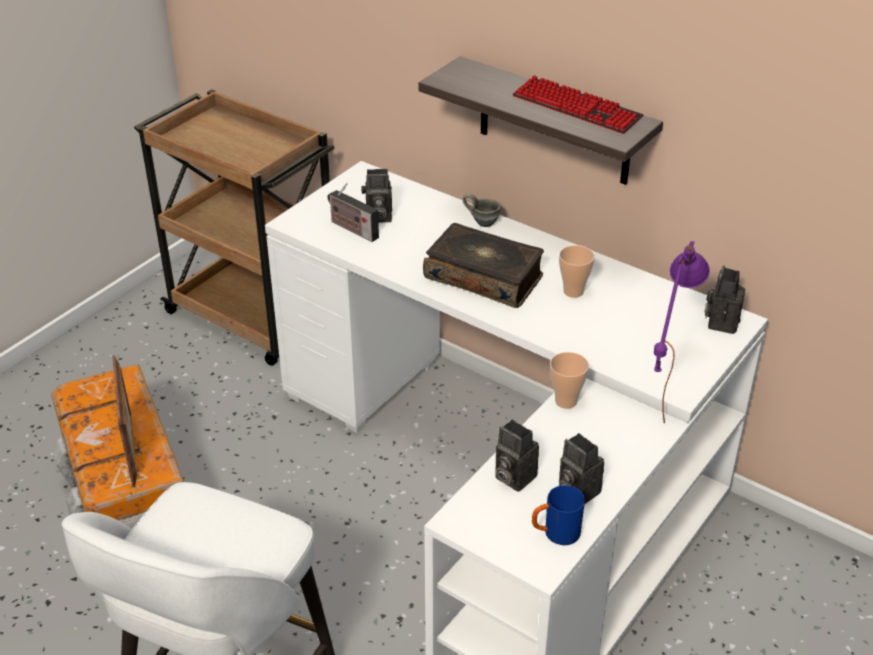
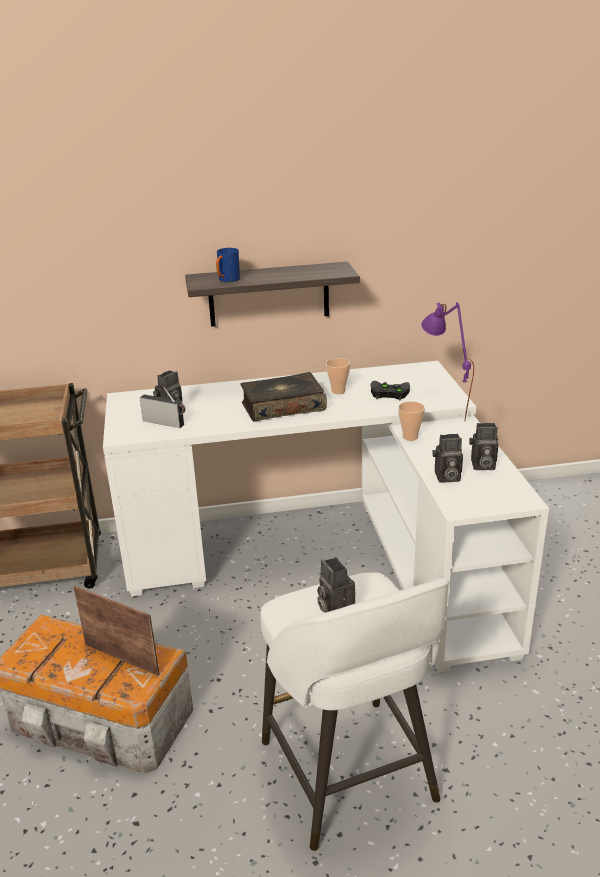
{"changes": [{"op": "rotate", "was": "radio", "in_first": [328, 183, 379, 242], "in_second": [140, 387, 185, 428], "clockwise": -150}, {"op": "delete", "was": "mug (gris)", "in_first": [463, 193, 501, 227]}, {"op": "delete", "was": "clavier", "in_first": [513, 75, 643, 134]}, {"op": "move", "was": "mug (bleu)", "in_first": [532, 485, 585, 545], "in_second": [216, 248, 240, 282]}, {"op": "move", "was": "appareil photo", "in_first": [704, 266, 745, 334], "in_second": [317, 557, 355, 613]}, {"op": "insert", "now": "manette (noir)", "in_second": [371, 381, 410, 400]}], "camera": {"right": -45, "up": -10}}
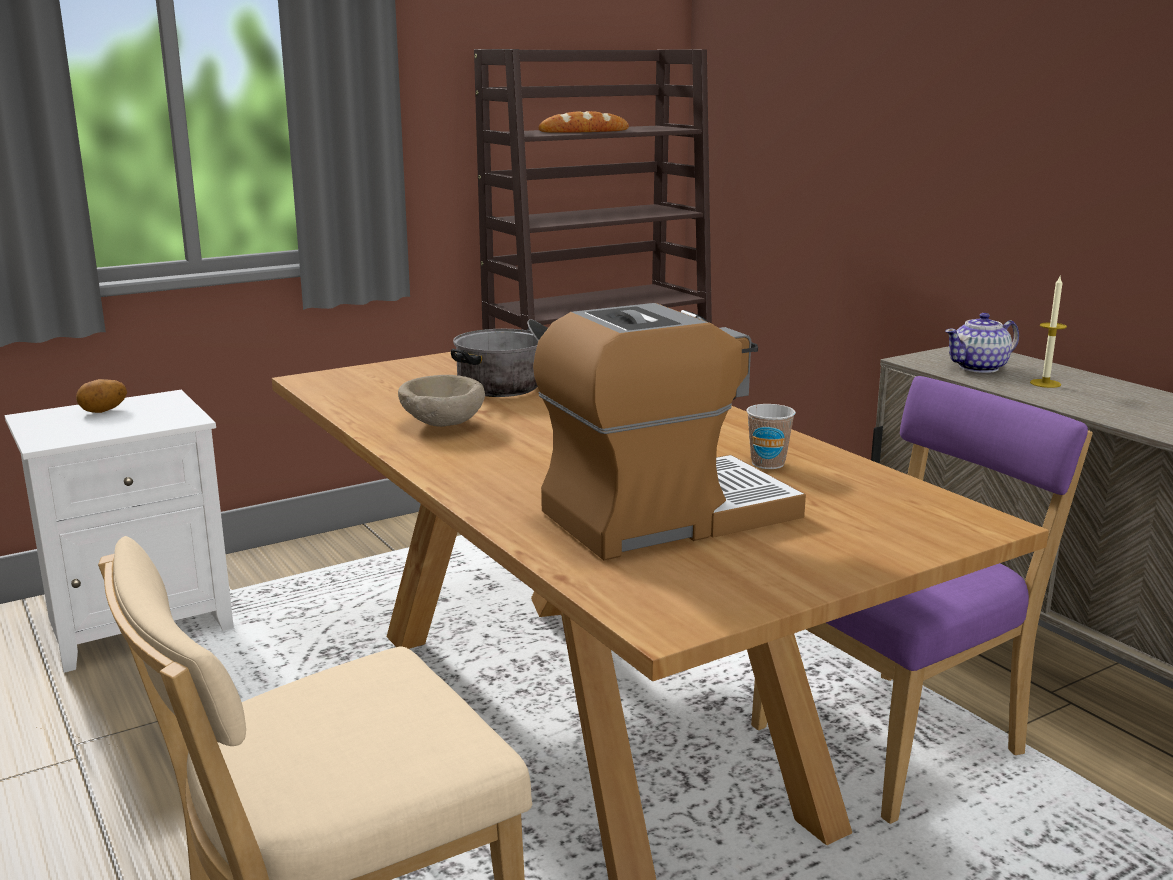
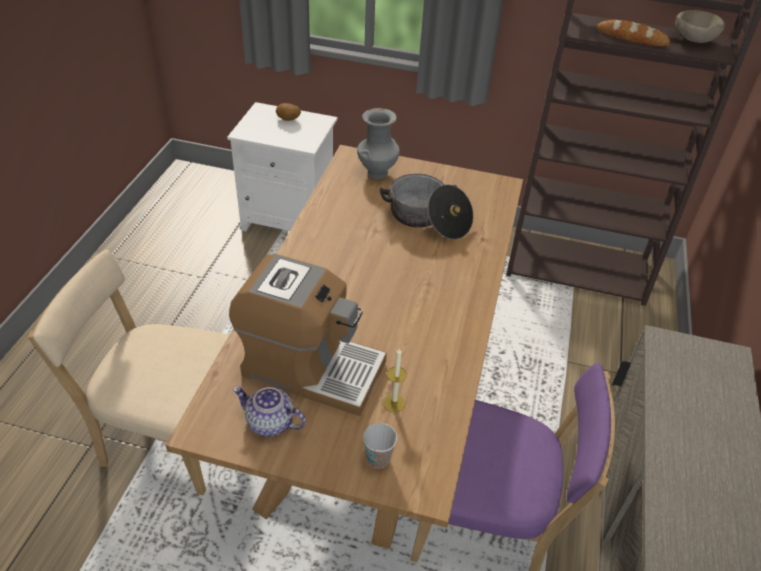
{"changes": [{"op": "move", "was": "bol (beige)", "in_first": [398, 375, 485, 427], "in_second": [675, 10, 725, 43]}, {"op": "move", "was": "tasse", "in_first": [746, 404, 796, 469], "in_second": [363, 423, 397, 469]}, {"op": "move", "was": "théière", "in_first": [945, 313, 1019, 373], "in_second": [232, 386, 306, 437]}, {"op": "move", "was": "bougie", "in_first": [1030, 276, 1067, 388], "in_second": [383, 348, 407, 412]}, {"op": "insert", "now": "vase (gris)", "in_second": [357, 108, 400, 179]}], "camera": {"right": 45, "up": 25}}
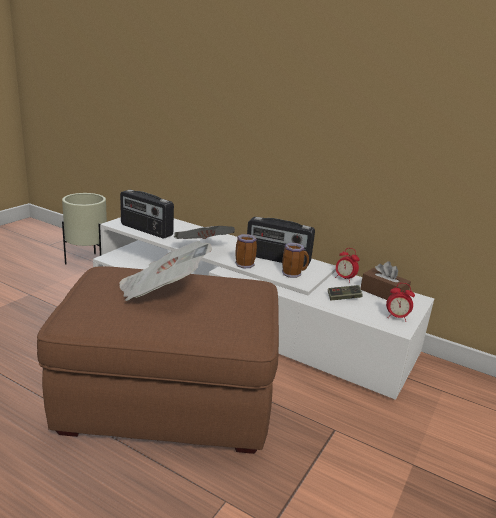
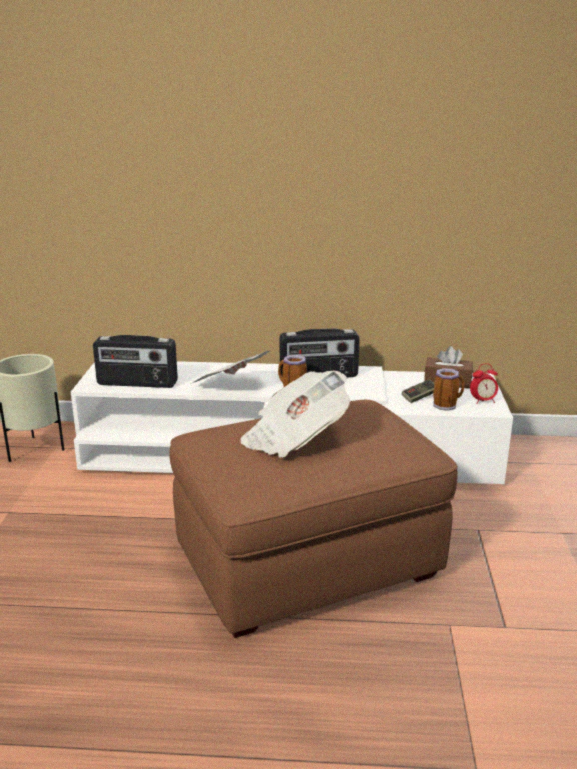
{"changes": [{"op": "move", "was": "mug", "in_first": [282, 243, 309, 278], "in_second": [433, 368, 464, 411]}, {"op": "delete", "was": "réveil", "in_first": [335, 248, 360, 283]}], "camera": {"right": -25, "up": 0}}
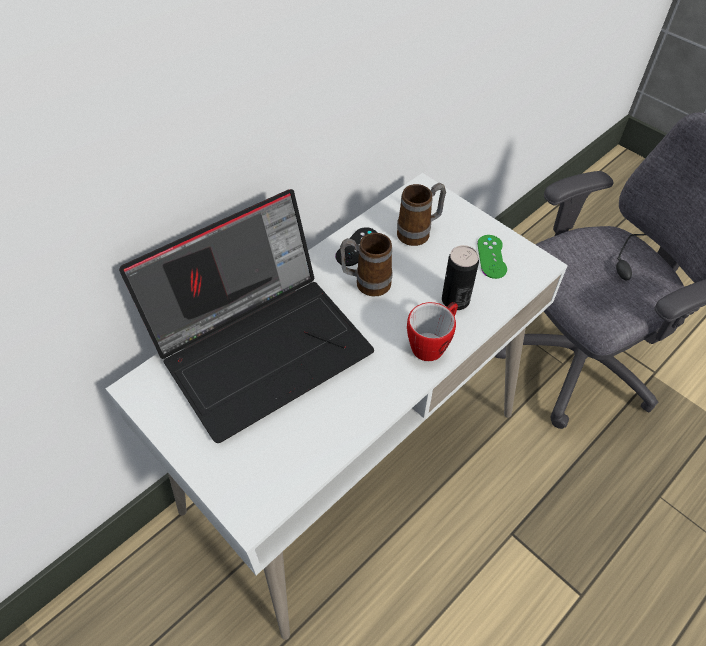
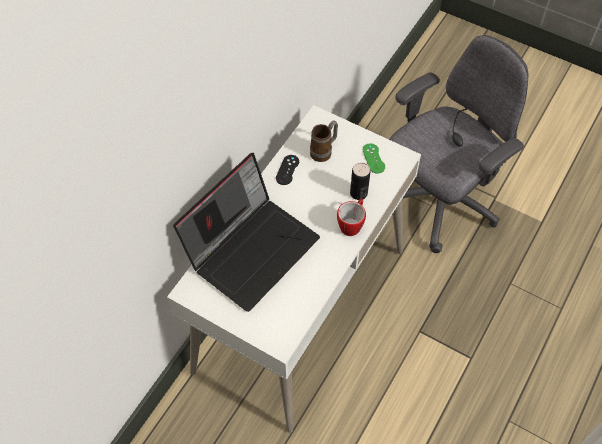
{"changes": [{"op": "delete", "was": "mug", "in_first": [340, 233, 392, 296]}], "camera": {"right": -15, "up": 5}}
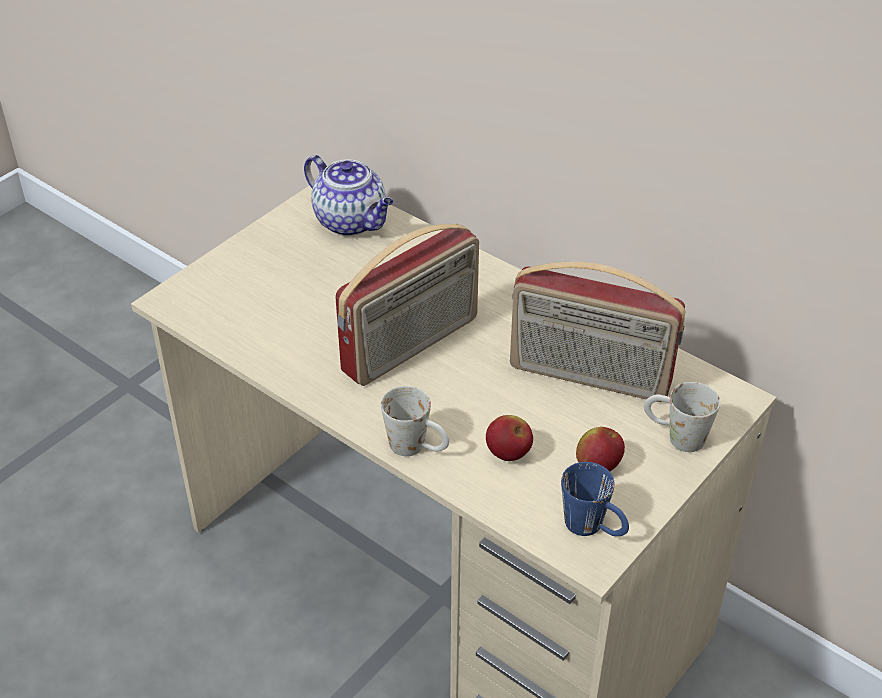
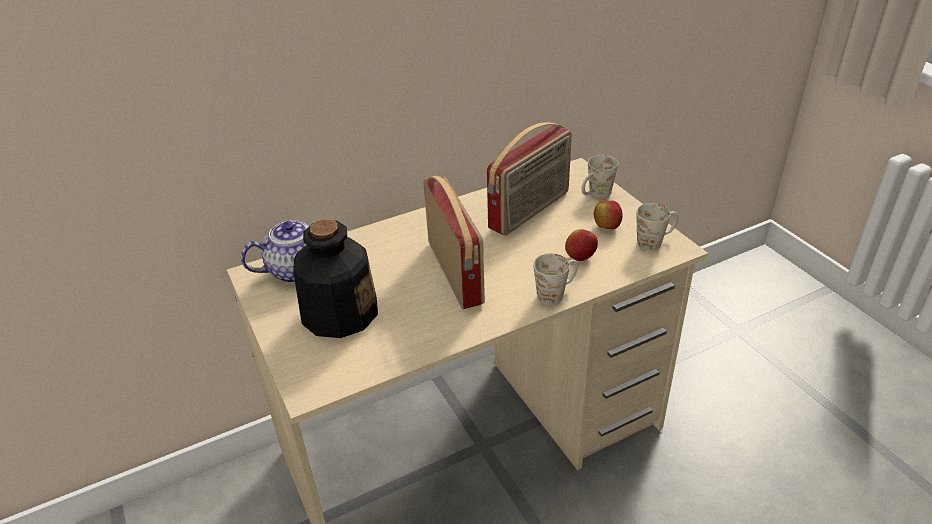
{"changes": [{"op": "recolor", "was": "mug (bleu)", "now": "mug (blanc)", "in_first": [561, 462, 629, 536], "in_second": [636, 203, 679, 251]}, {"op": "insert", "now": "bouteille", "in_second": [293, 219, 378, 338]}], "camera": {"right": -65, "up": -5}}
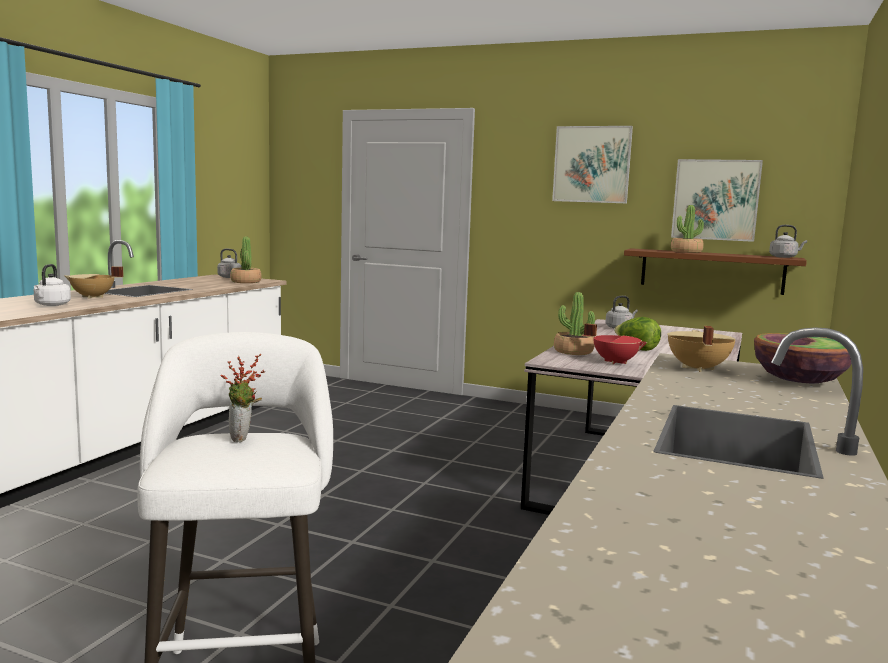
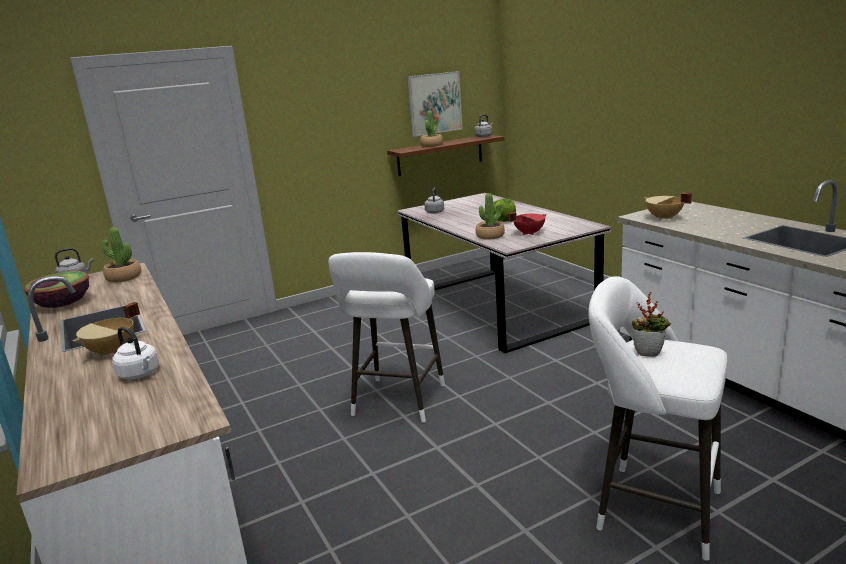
{"changes": [{"op": "delete", "was": "tableau", "in_first": [552, 126, 633, 204]}, {"op": "move", "was": "bol", "in_first": [754, 333, 851, 383], "in_second": [24, 271, 89, 308]}, {"op": "insert", "now": "tabouret (blanc)", "in_second": [329, 252, 445, 423]}], "camera": {"right": -50, "up": 10}}
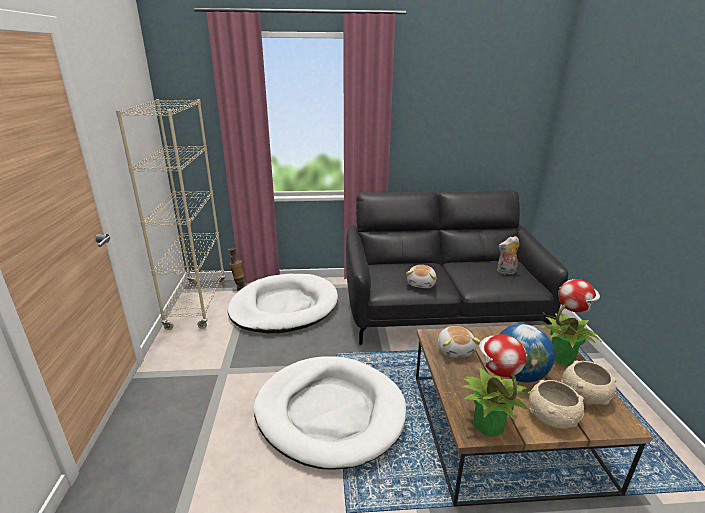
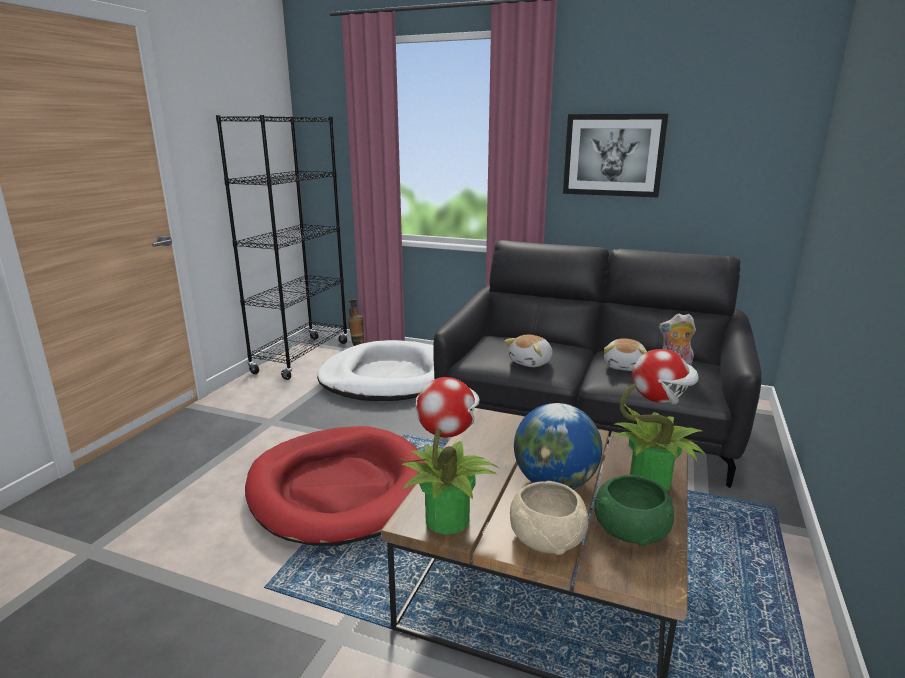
{"changes": [{"op": "recolor", "was": "bibliothèque (beige)", "now": "bibliothèque (noir)", "in_first": [116, 99, 226, 330], "in_second": [216, 115, 348, 380]}, {"op": "recolor", "was": "panier pour chien (blanc)", "now": "panier pour chien (rouge)", "in_first": [254, 357, 406, 470], "in_second": [245, 426, 427, 546]}, {"op": "move", "was": "peluche", "in_first": [438, 326, 481, 358], "in_second": [604, 338, 647, 371]}, {"op": "recolor", "was": "bol (beige)", "now": "bol (vert)", "in_first": [561, 360, 617, 405], "in_second": [594, 474, 674, 546]}, {"op": "insert", "now": "tableau", "in_second": [563, 114, 668, 197]}], "camera": {"right": 25, "up": -5}}
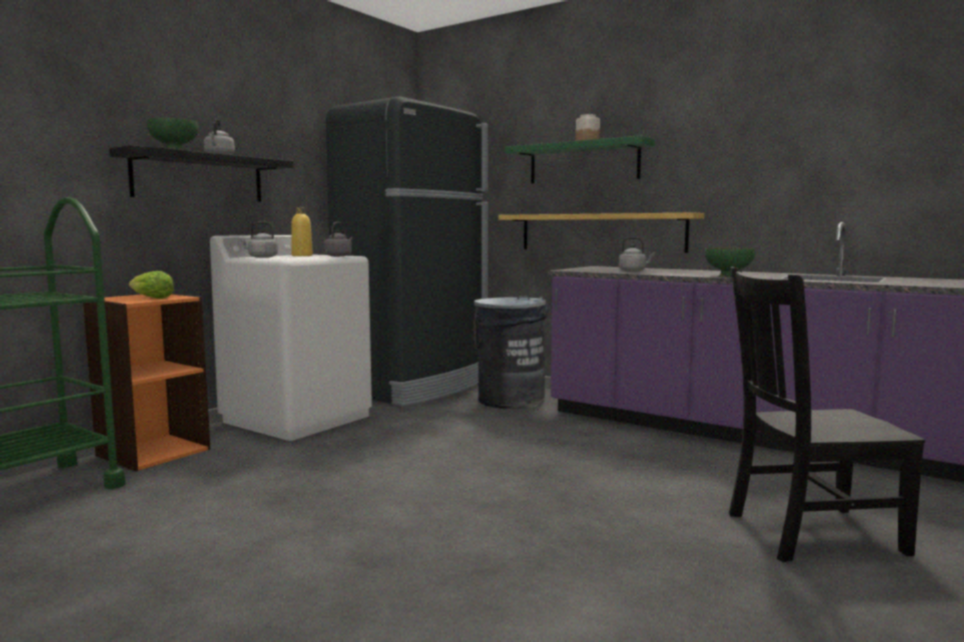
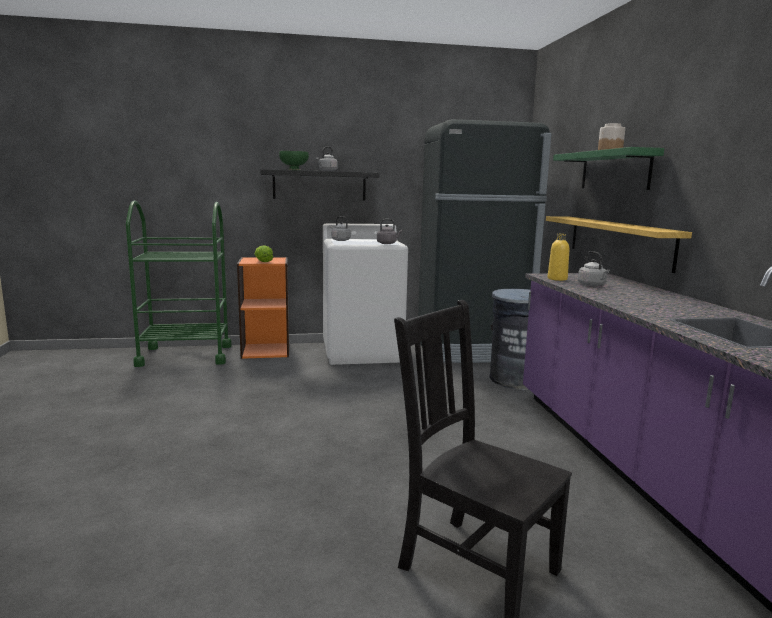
{"changes": [{"op": "move", "was": "bouteille (jaune)", "in_first": [291, 208, 313, 256], "in_second": [548, 234, 569, 281]}, {"op": "delete", "was": "bol (vert)", "in_first": [705, 247, 755, 277]}], "camera": {"right": 45, "up": 5}}
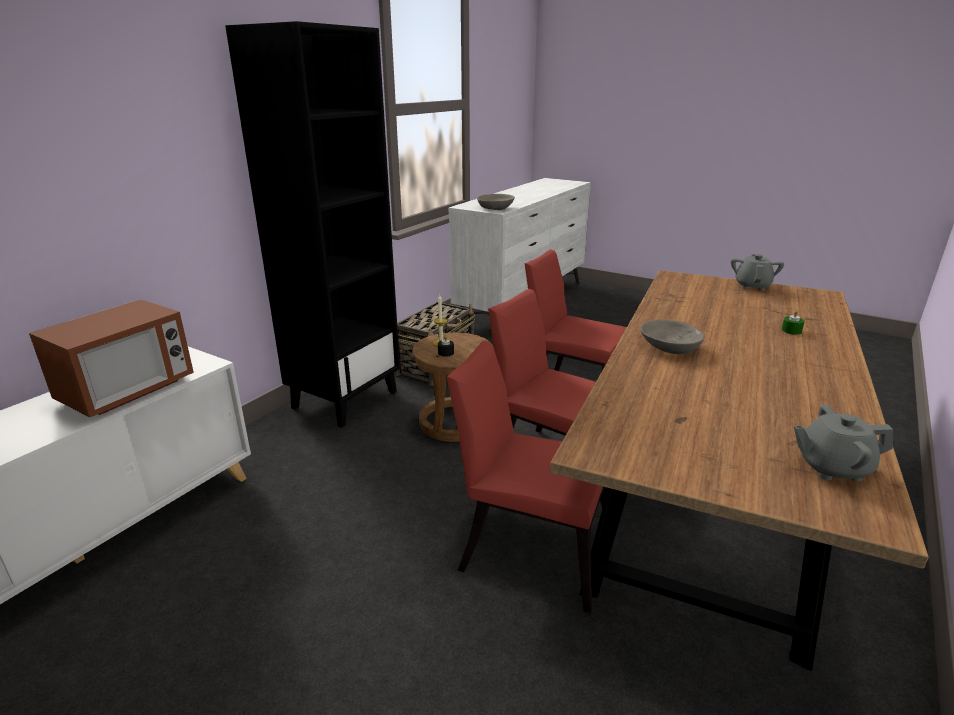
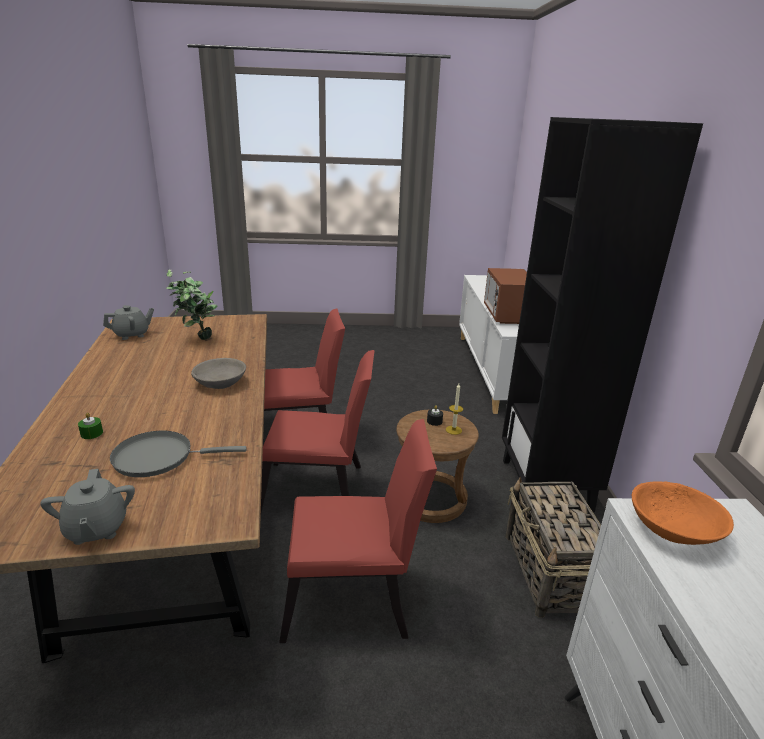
{"changes": [{"op": "recolor", "was": "bol (gris)", "now": "bol (orange)", "in_first": [477, 194, 515, 210], "in_second": [632, 481, 734, 545]}, {"op": "insert", "now": "poêle (gris)", "in_second": [110, 431, 247, 477]}, {"op": "insert", "now": "plante en pot", "in_second": [166, 270, 217, 340]}], "camera": {"right": 145, "up": 0}}
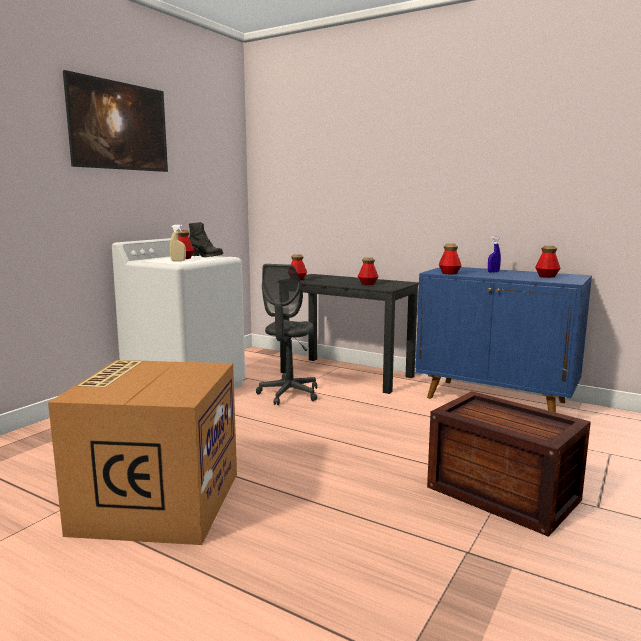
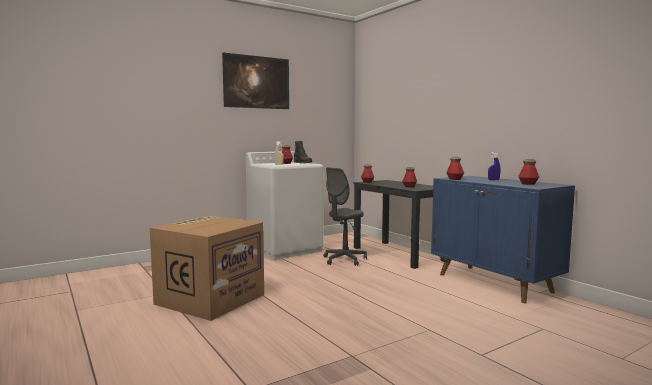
{"changes": [{"op": "delete", "was": "caisse", "in_first": [427, 391, 591, 537]}], "camera": {"right": 25, "up": -5}}
